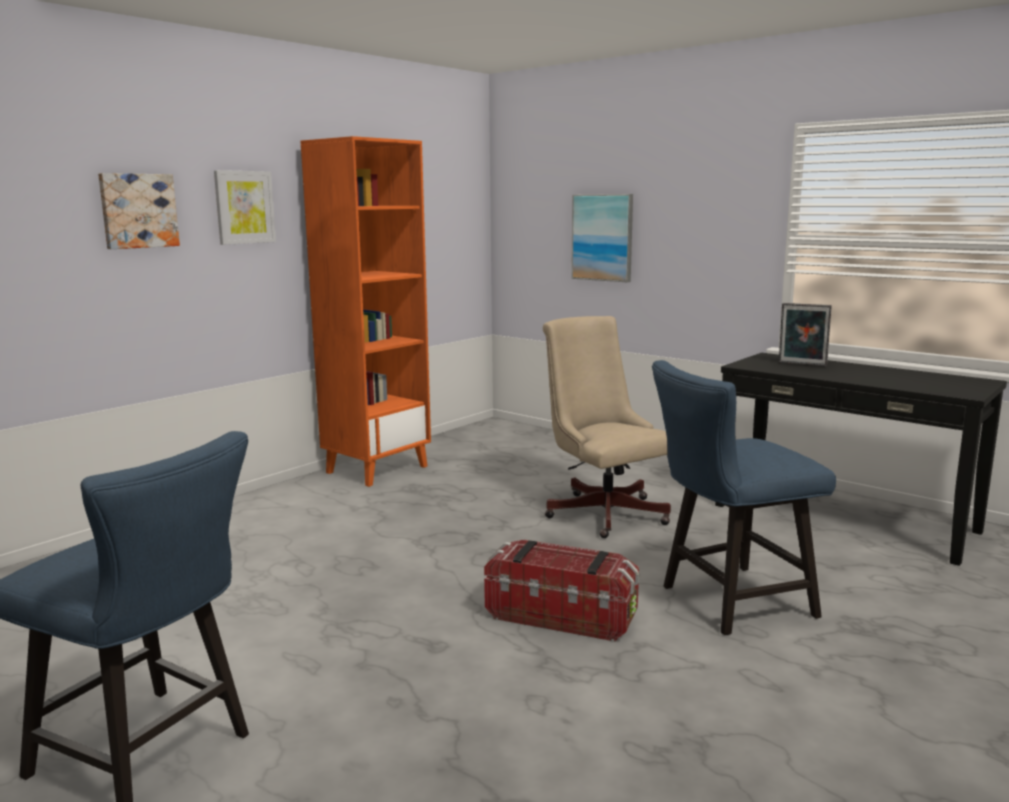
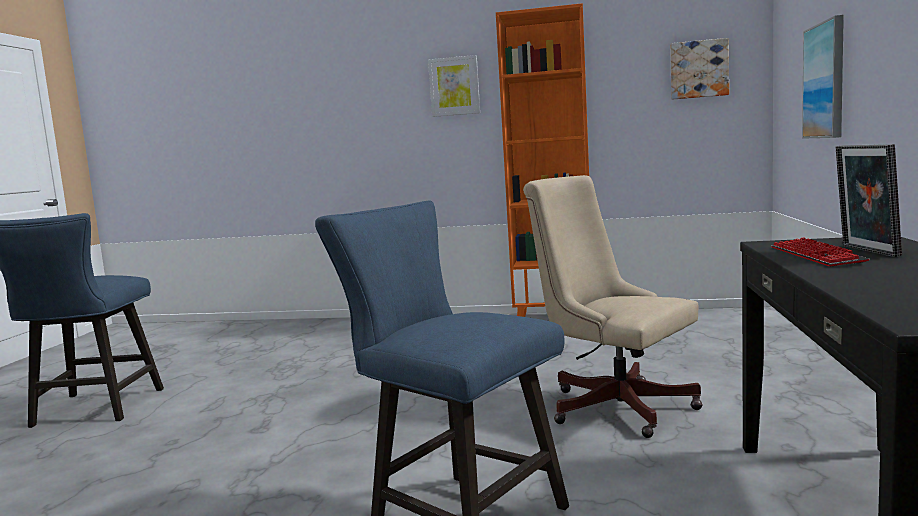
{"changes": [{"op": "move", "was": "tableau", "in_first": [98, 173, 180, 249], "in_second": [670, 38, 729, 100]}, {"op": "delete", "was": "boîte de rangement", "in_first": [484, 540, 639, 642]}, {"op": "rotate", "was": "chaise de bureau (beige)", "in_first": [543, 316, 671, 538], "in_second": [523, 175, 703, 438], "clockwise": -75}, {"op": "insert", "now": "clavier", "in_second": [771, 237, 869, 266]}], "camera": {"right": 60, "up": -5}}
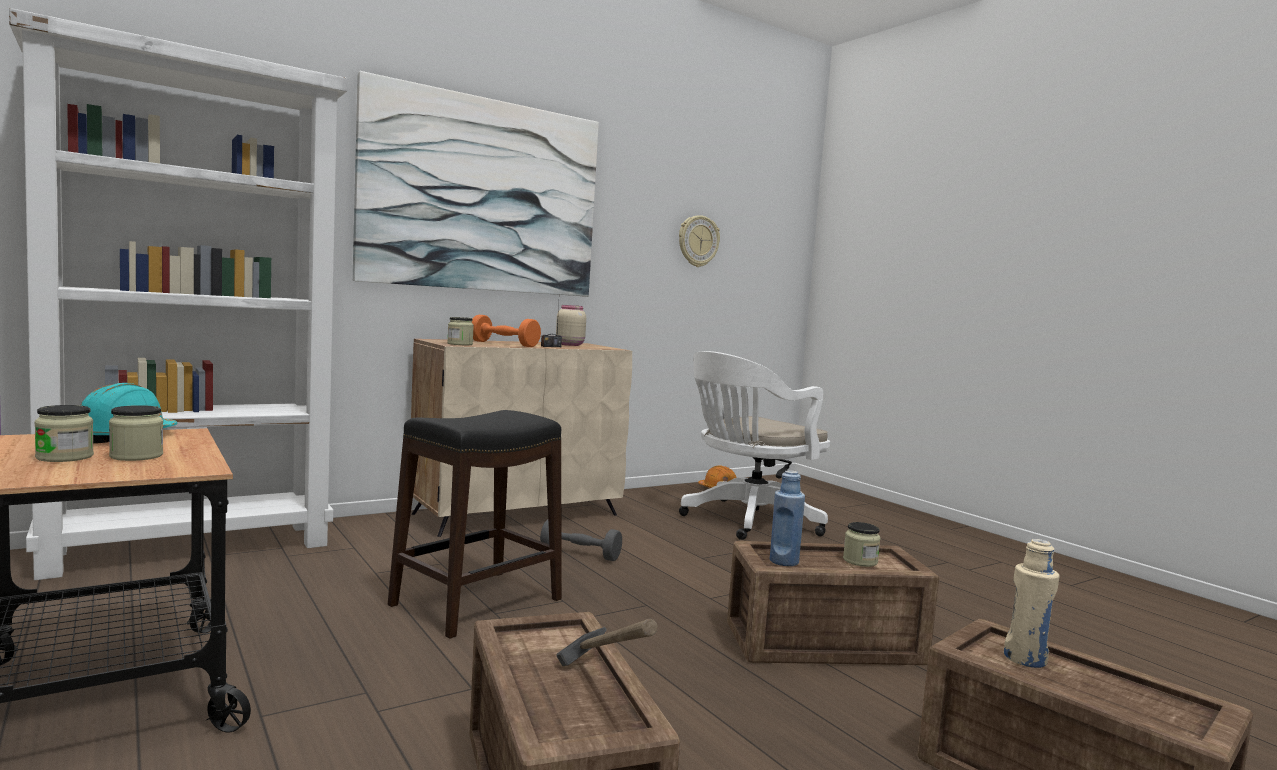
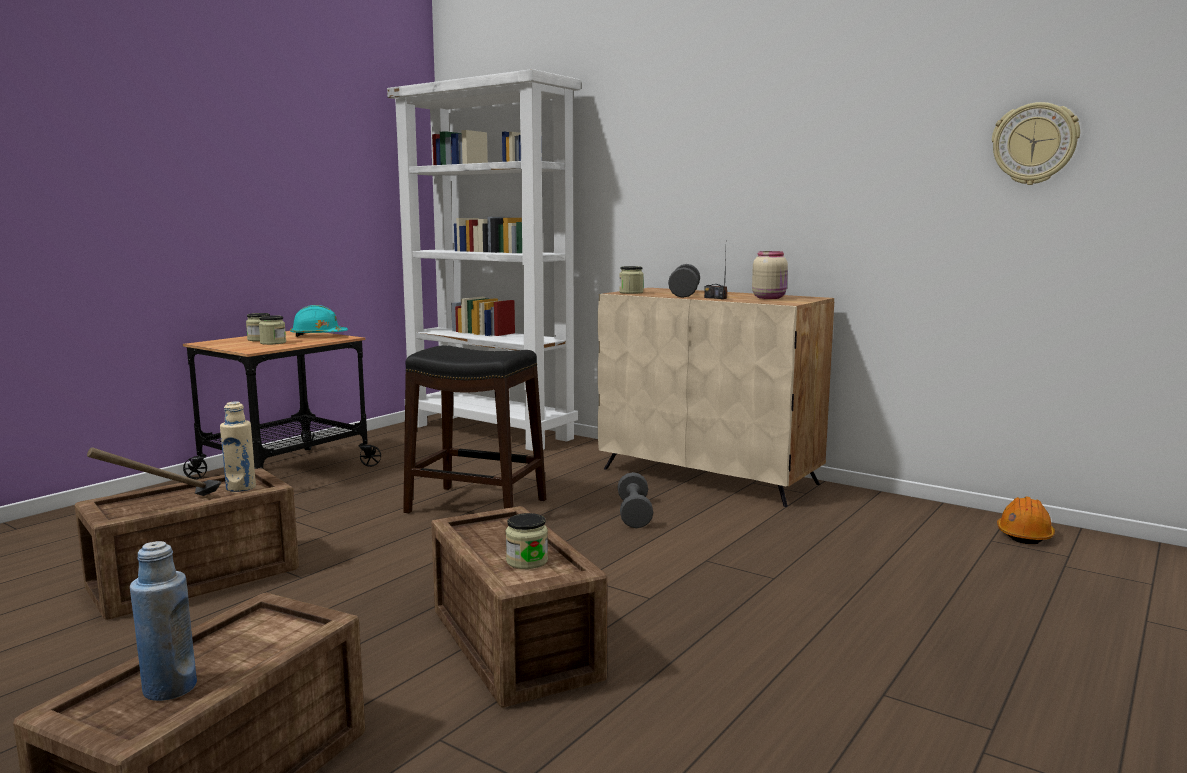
{"changes": [{"op": "delete", "was": "tableau", "in_first": [353, 71, 599, 297]}, {"op": "recolor", "was": "haltère (orange)", "now": "haltère (gris)", "in_first": [472, 315, 541, 347], "in_second": [668, 264, 700, 298]}, {"op": "delete", "was": "chaise de bureau (blanc)", "in_first": [679, 351, 830, 540]}, {"op": "move", "was": "bouteille (bleu)", "in_first": [770, 470, 805, 566], "in_second": [130, 541, 197, 701]}, {"op": "move", "was": "bouteille (beige)", "in_first": [1004, 539, 1059, 668], "in_second": [220, 401, 256, 492]}], "camera": {"right": 70, "up": 5}}
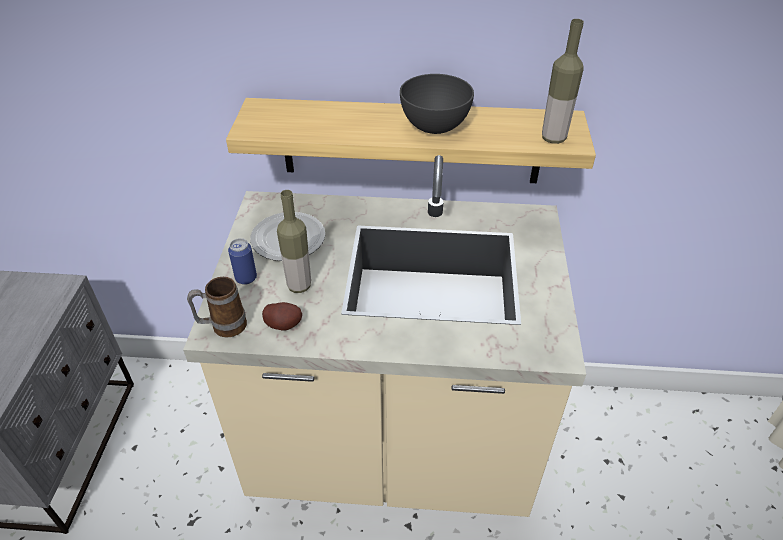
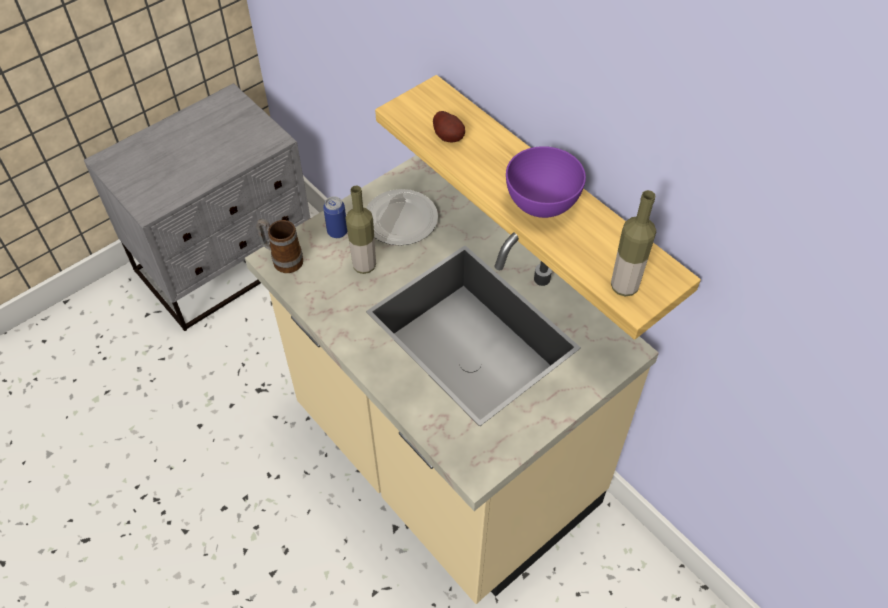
{"changes": [{"op": "move", "was": "pomme de terre", "in_first": [262, 302, 302, 331], "in_second": [433, 111, 465, 142]}, {"op": "recolor", "was": "bol (gris)", "now": "bol (violet)", "in_first": [400, 74, 474, 134], "in_second": [506, 146, 586, 218]}], "camera": {"right": 45, "up": 10}}
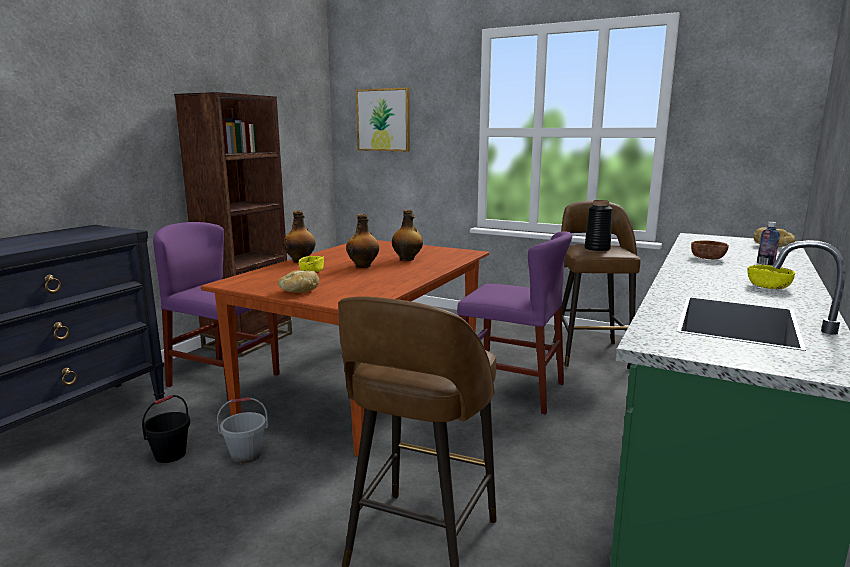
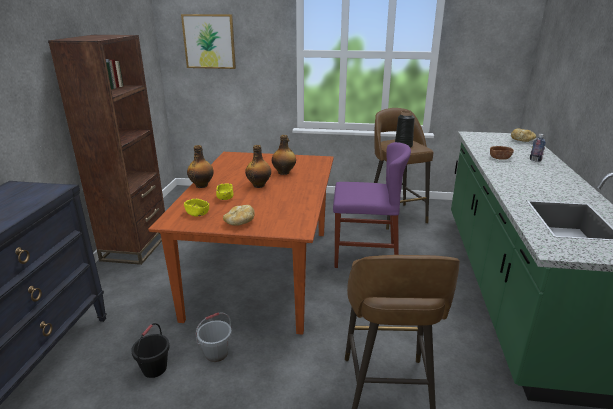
{"changes": [{"op": "delete", "was": "chaise (violet)", "in_first": [153, 222, 280, 401]}, {"op": "move", "was": "bol (jaune)", "in_first": [747, 265, 795, 289], "in_second": [184, 198, 209, 216]}], "camera": {"right": -20, "up": 10}}
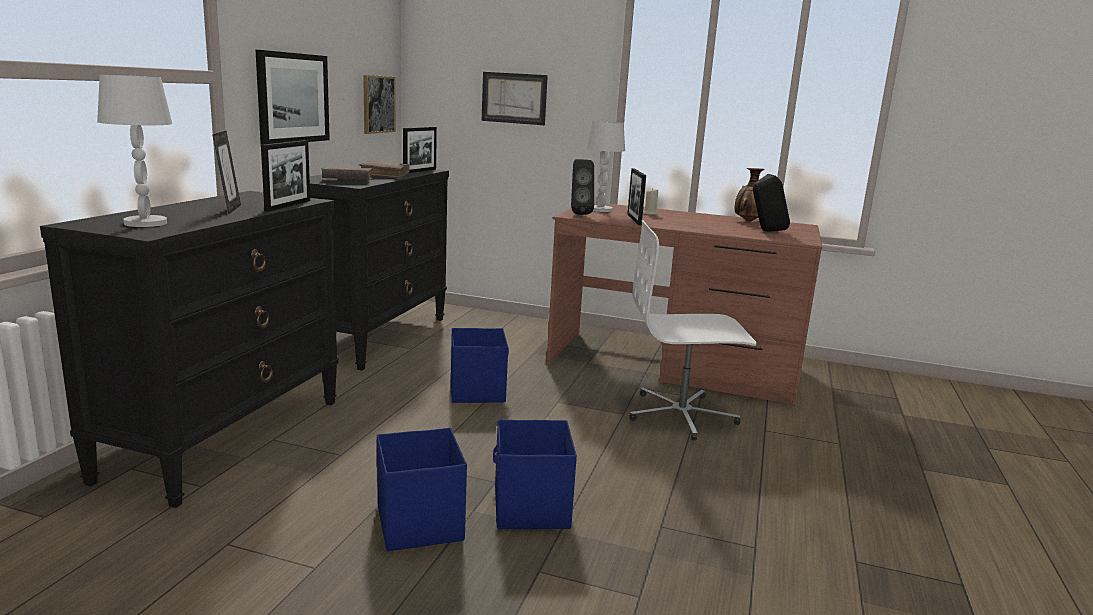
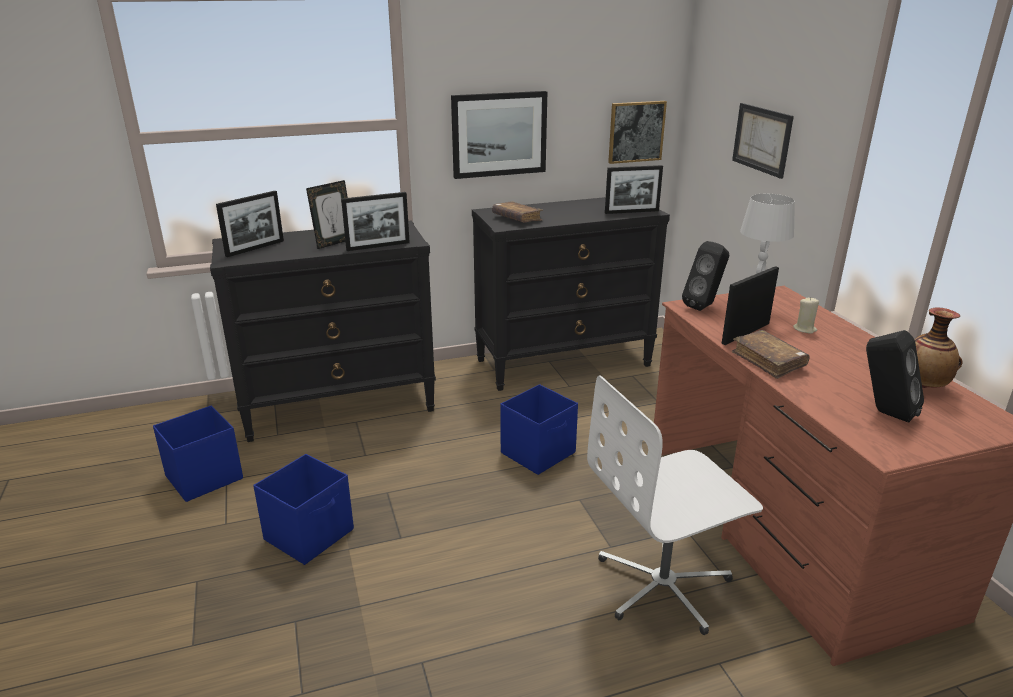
{"changes": [{"op": "replace", "was": "lampe de table (blanc)", "now": "cadre photo", "in_first": [97, 74, 172, 227], "in_second": [216, 191, 284, 257]}, {"op": "move", "was": "livre (marron)", "in_first": [359, 161, 410, 179], "in_second": [732, 330, 810, 379]}, {"op": "move", "was": "boîte de rangement (bleu)", "in_first": [493, 419, 577, 529], "in_second": [153, 405, 243, 502]}, {"op": "rotate", "was": "chaise de bureau (blanc)", "in_first": [630, 220, 757, 441], "in_second": [587, 375, 763, 635], "clockwise": -75}], "camera": {"right": 55, "up": 10}}
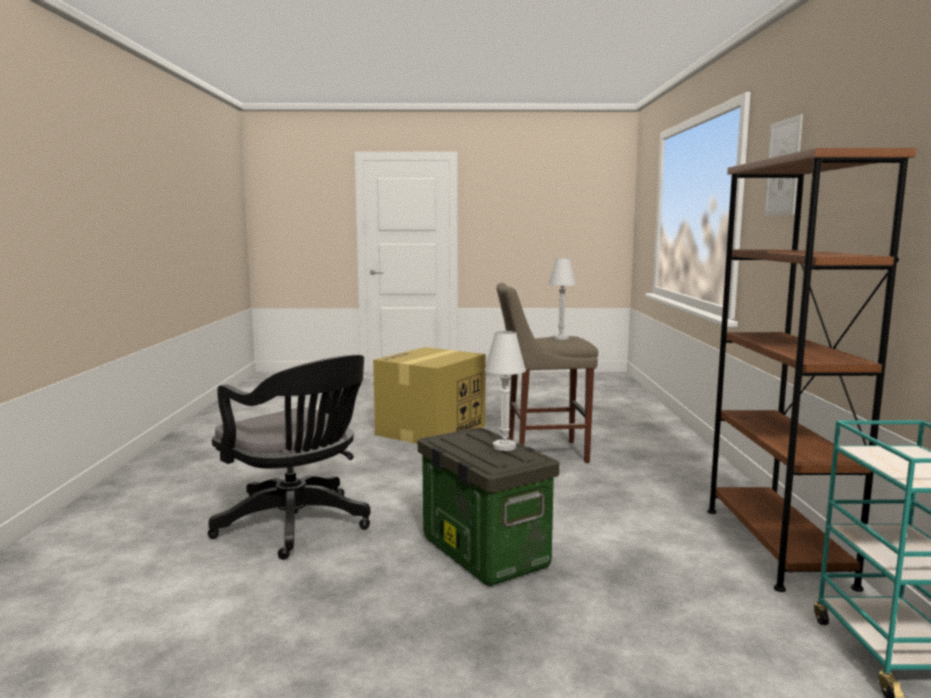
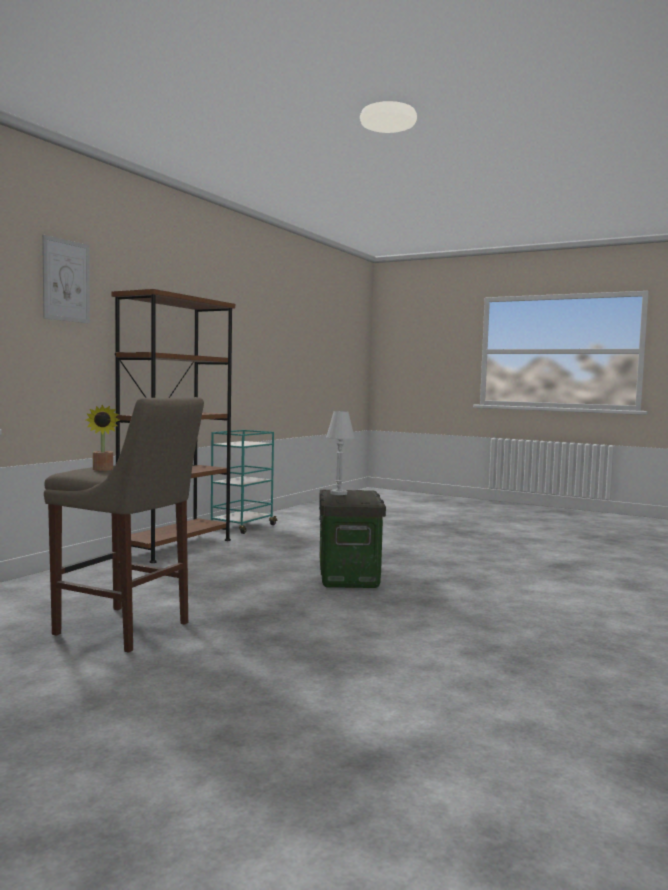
{"changes": [{"op": "delete", "was": "chaise de bureau (noir)", "in_first": [208, 355, 371, 560]}, {"op": "delete", "was": "carton", "in_first": [373, 347, 486, 444]}, {"op": "replace", "was": "lampe de table (blanc)", "now": "plante en pot", "in_first": [548, 258, 577, 340], "in_second": [86, 405, 120, 471]}], "camera": {"right": -150, "up": -5}}
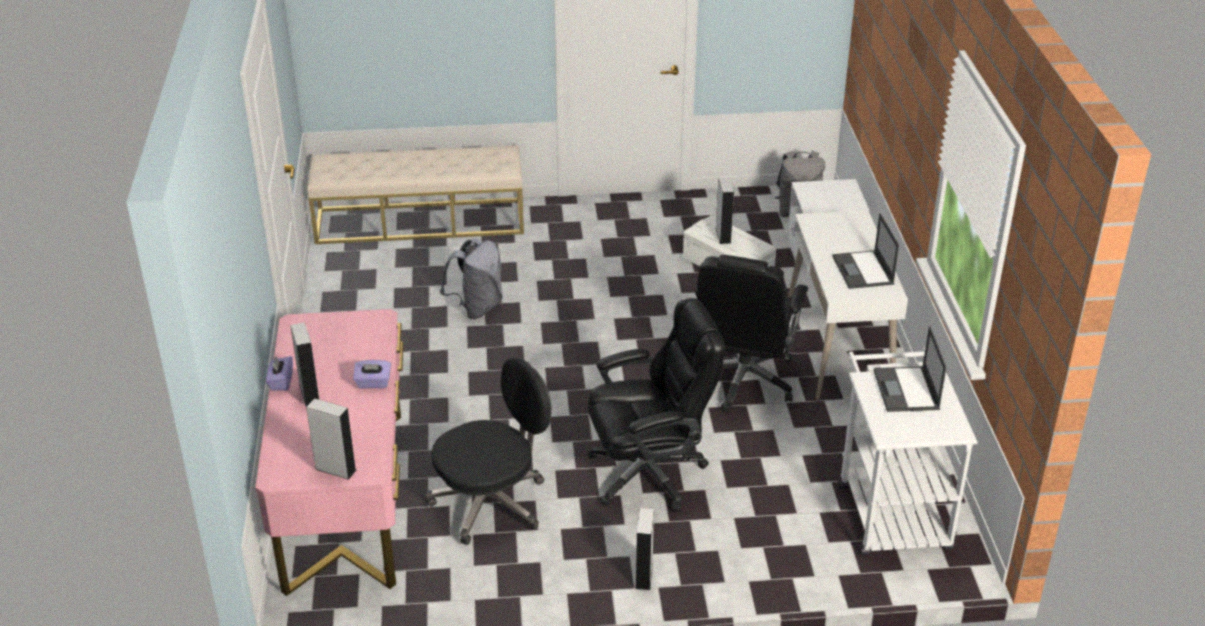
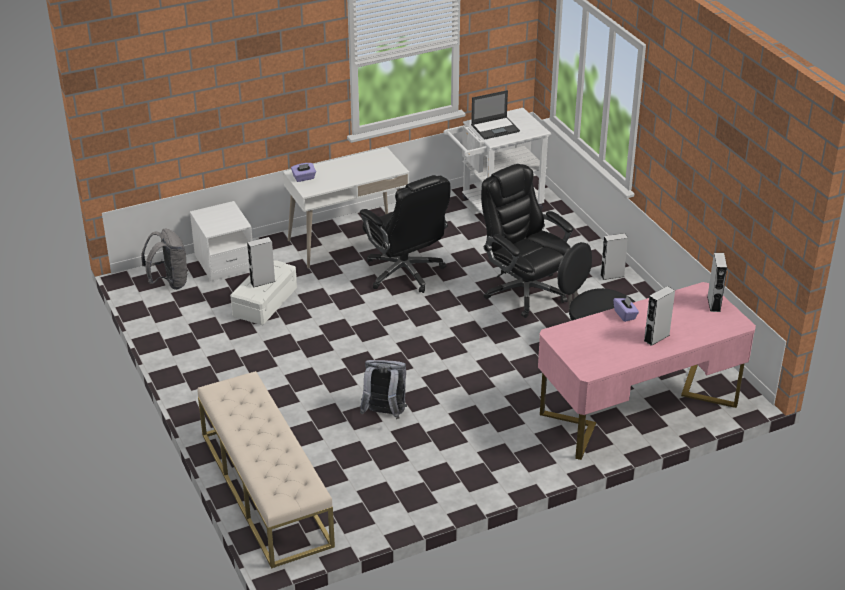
{"changes": [{"op": "move", "was": "boîte à mouchoirs (violet)", "in_first": [266, 356, 293, 391], "in_second": [291, 163, 316, 182]}, {"op": "rotate", "was": "chaise de bureau (noir)", "in_first": [695, 255, 808, 412], "in_second": [360, 175, 450, 293], "clockwise": 60}, {"op": "delete", "was": "ordinateur portable", "in_first": [832, 213, 899, 289]}], "camera": {"right": -110, "up": 0}}
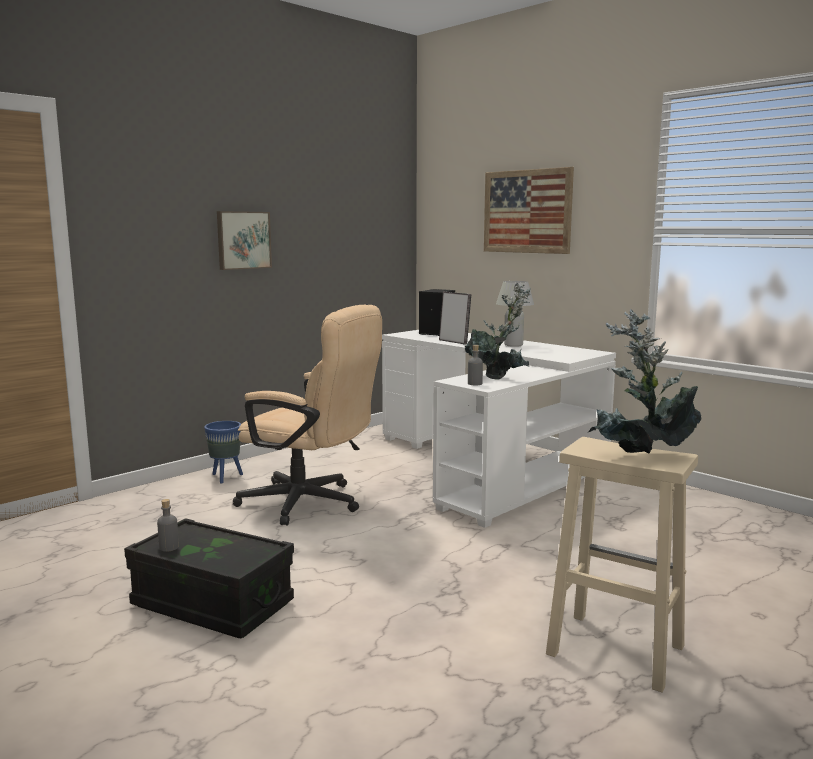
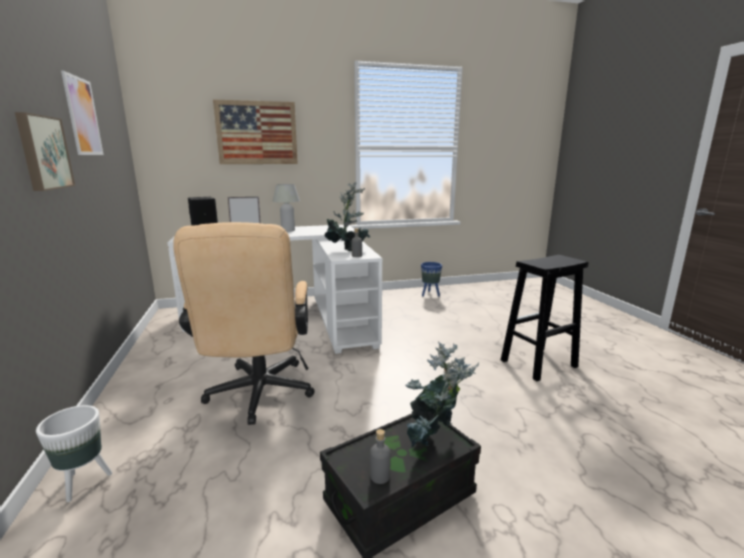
{"changes": [{"op": "move", "was": "cache-pot (bleu)", "in_first": [204, 421, 243, 483], "in_second": [421, 262, 442, 296]}, {"op": "rotate", "was": "chaise de bureau (beige)", "in_first": [233, 305, 382, 526], "in_second": [173, 222, 315, 425], "clockwise": 120}, {"op": "recolor", "was": "tabouret (beige)", "now": "tabouret (noir)", "in_first": [546, 437, 698, 693], "in_second": [501, 255, 588, 381]}, {"op": "move", "was": "plante en pot", "in_first": [589, 309, 701, 453], "in_second": [405, 342, 479, 448]}, {"op": "insert", "now": "cache-pot (blanc)", "in_second": [36, 405, 112, 502]}, {"op": "insert", "now": "tableau", "in_second": [61, 71, 104, 155]}], "camera": {"right": -60, "up": 5}}
